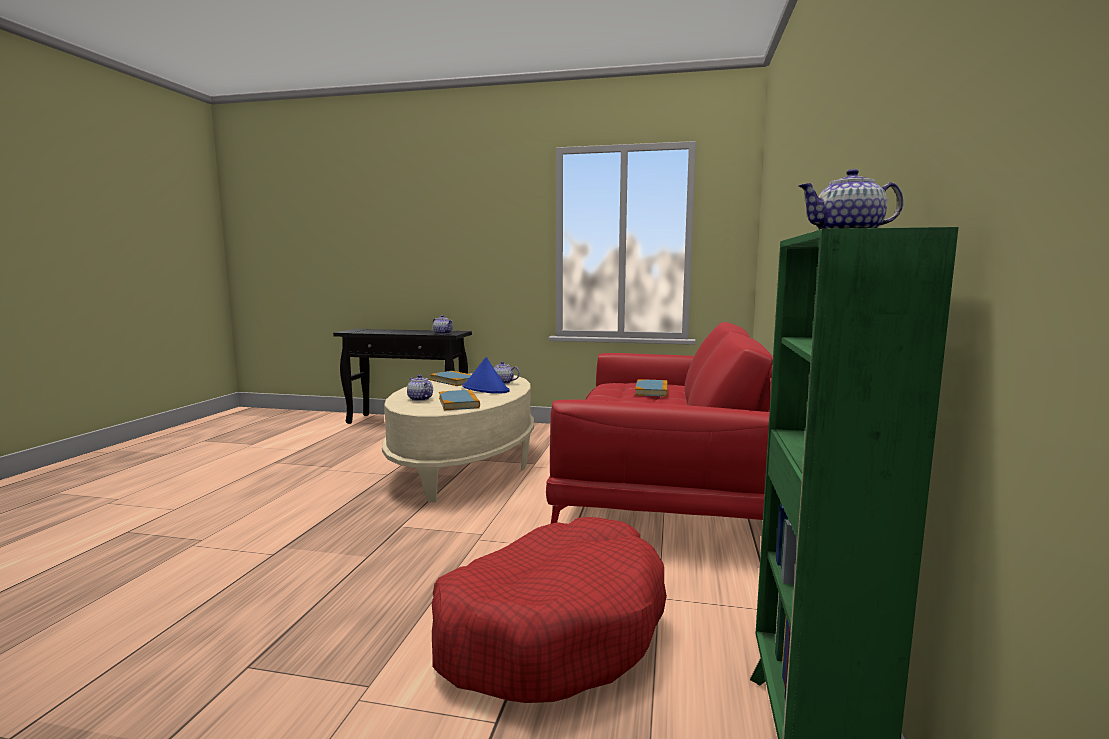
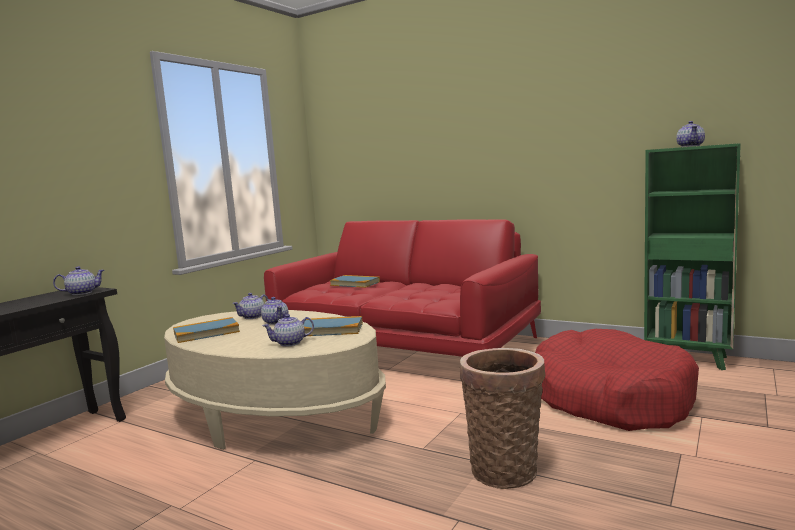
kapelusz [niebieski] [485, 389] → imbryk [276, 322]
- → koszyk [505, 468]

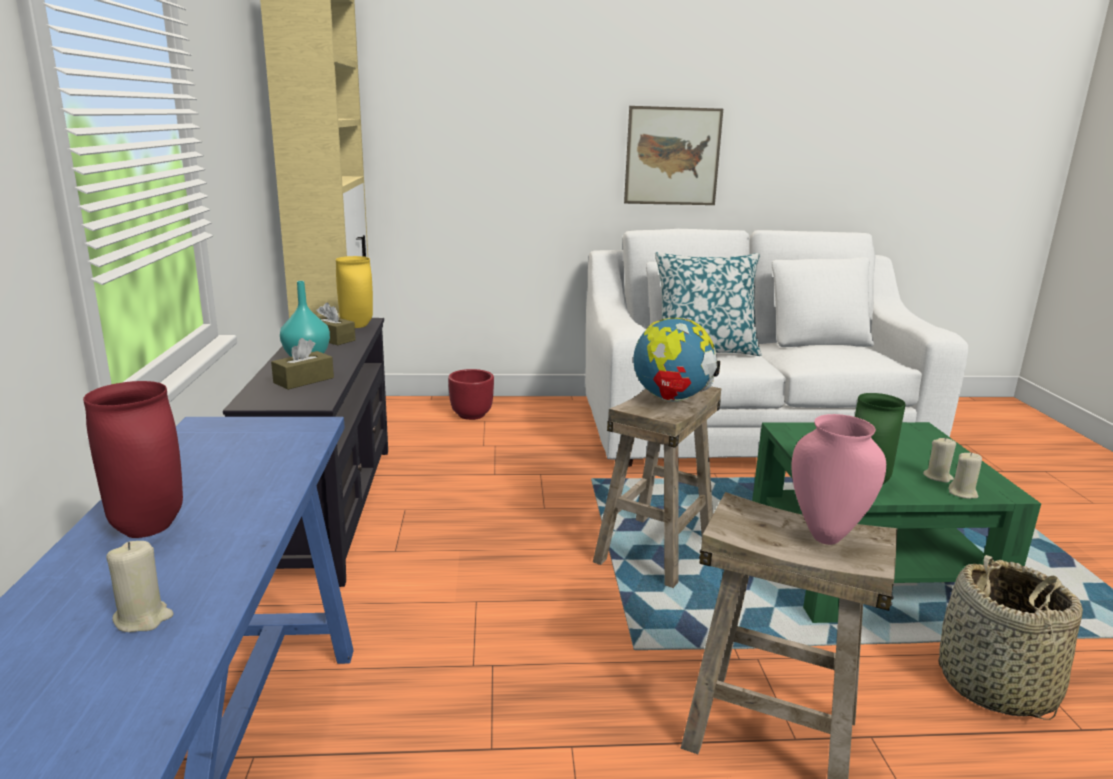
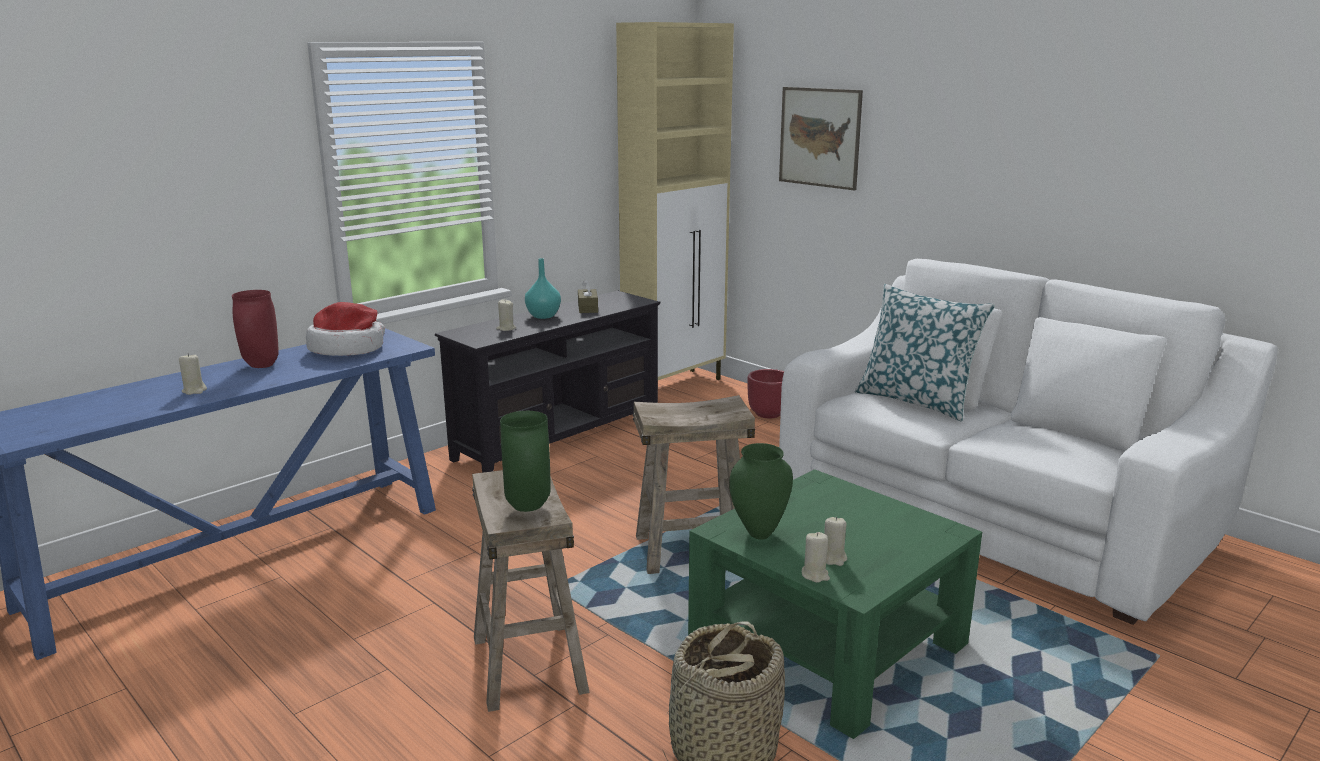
pudełko chusteczek [brązowy] [304, 380] → świeca [beżowy] [506, 328]
wazon [żółty] [358, 326] → -
obraz [672, 156] → obraz [819, 137], move
globus [671, 399] → -
wazon [różowy] [825, 537] → wazon [zielony] [526, 507]
- → kapelusz [348, 348]

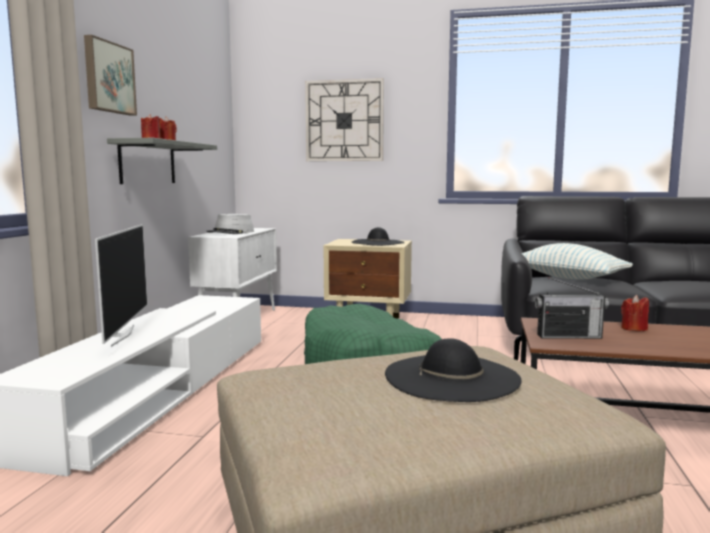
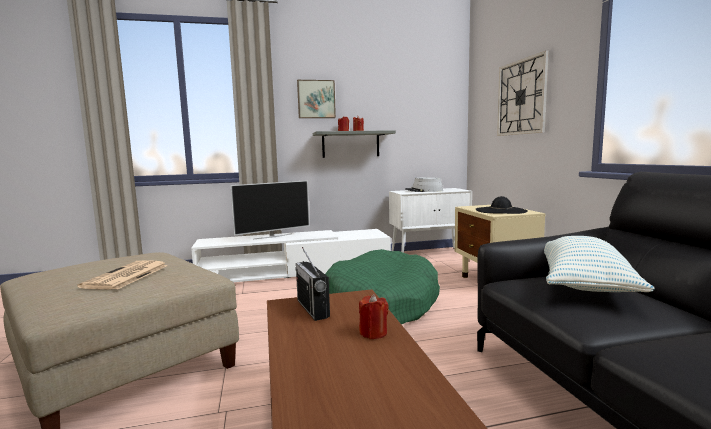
kapelusz [czarny] [451, 377] → gazeta [126, 276]

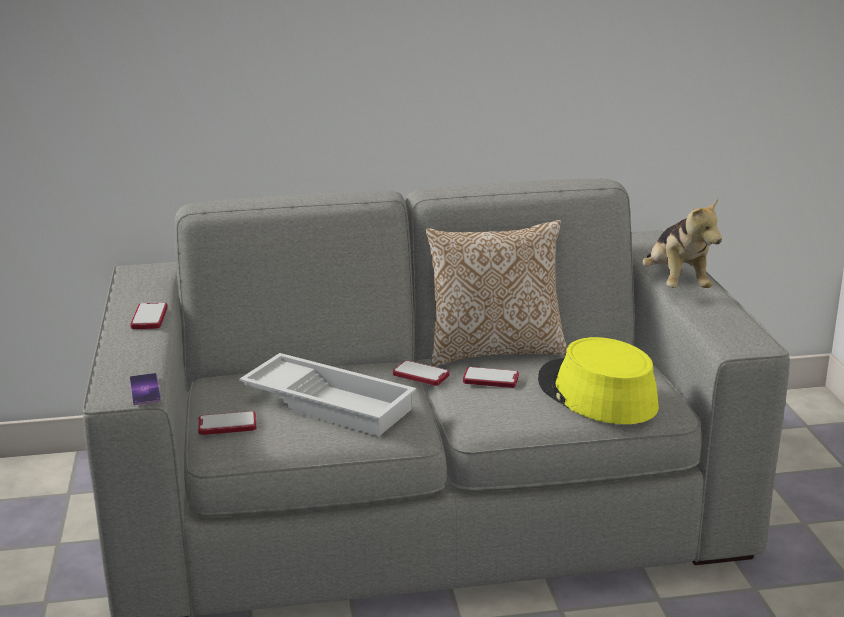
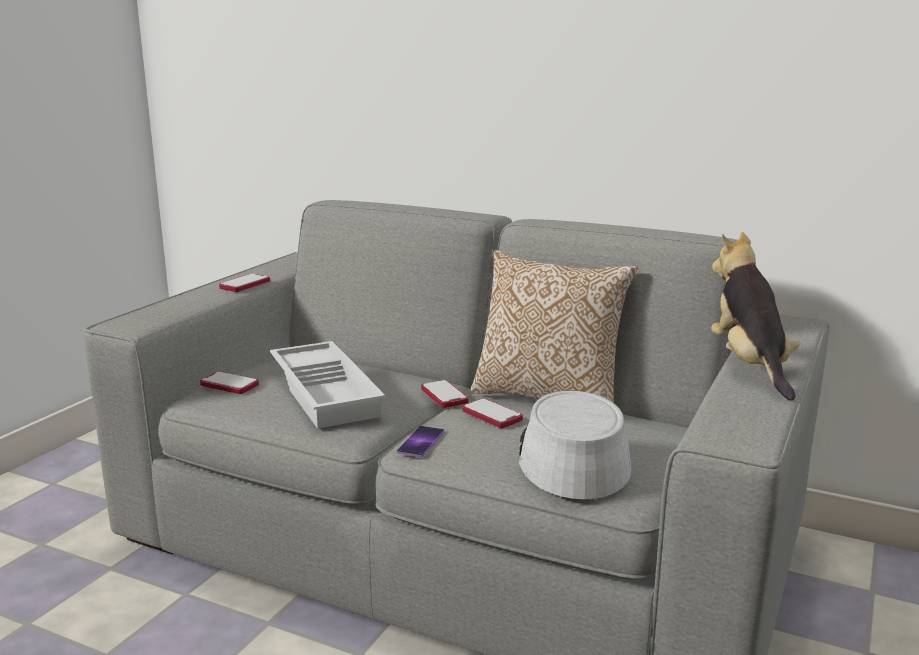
telefon [145, 389] → telefon [421, 442], move
kapelusz [żółty] [596, 394] → kapelusz [szary] [571, 458]
pluszak [676, 284] → pluszak [750, 366], 150 degrees clockwise

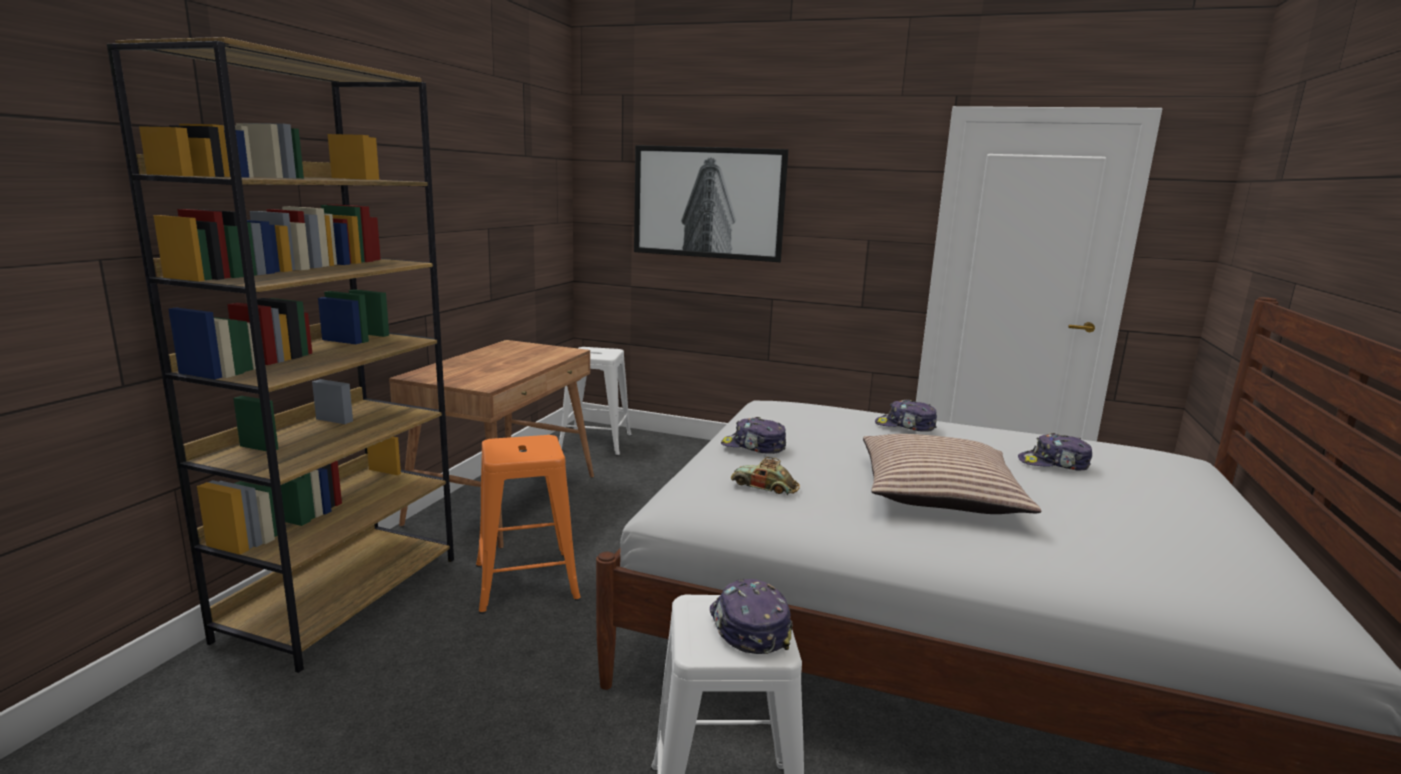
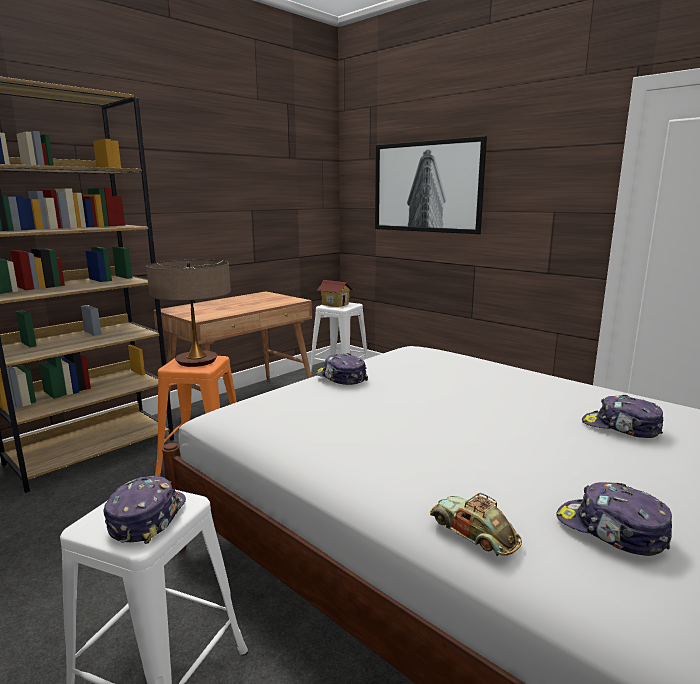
samochodzik [764, 486] → samochodzik [474, 532], move
poduszka [939, 492] → -
czapka z daszkiem [905, 426] → czapka z daszkiem [611, 530], move
- → lampa stołowa [196, 361]
- → domek [335, 304]

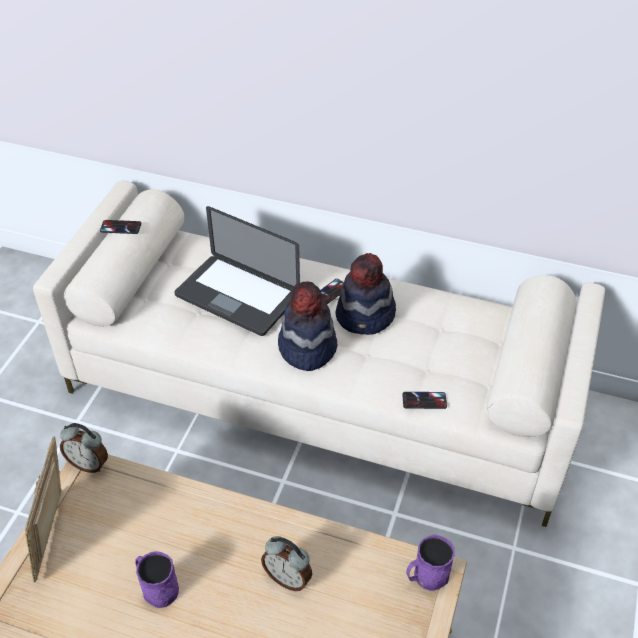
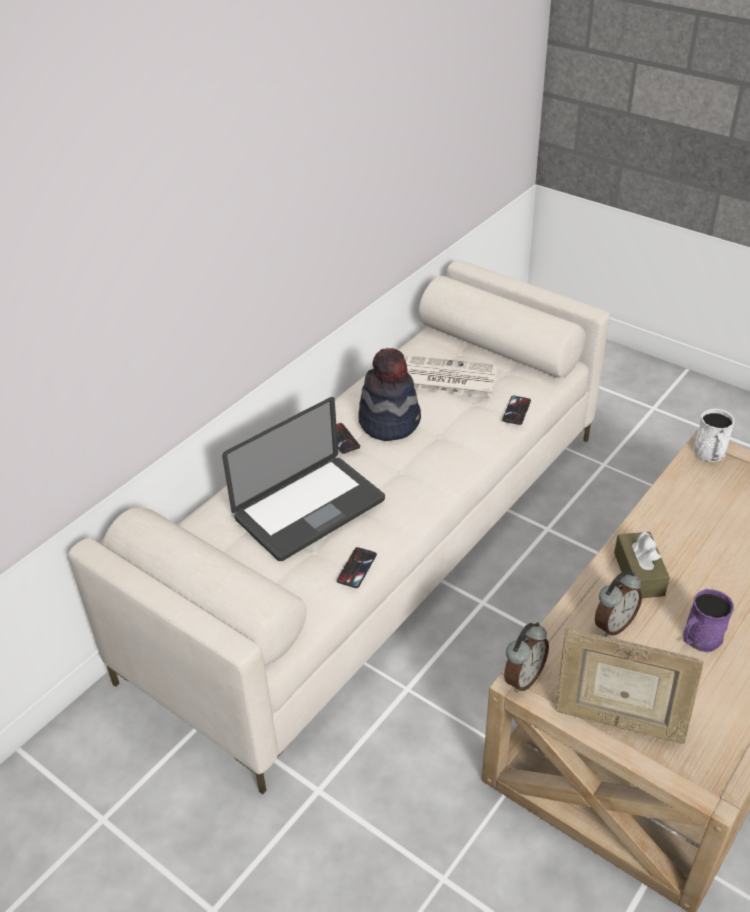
telefon [120, 227] → telefon [356, 568], move
budzik [288, 578] → budzik [613, 624], move
kapelusz [307, 348] → -
kubek [fioletowy] [426, 576] → kubek [biały] [711, 454]
- → gazeta [447, 378]
- → pudełko chusteczek [brązowy] [639, 574]

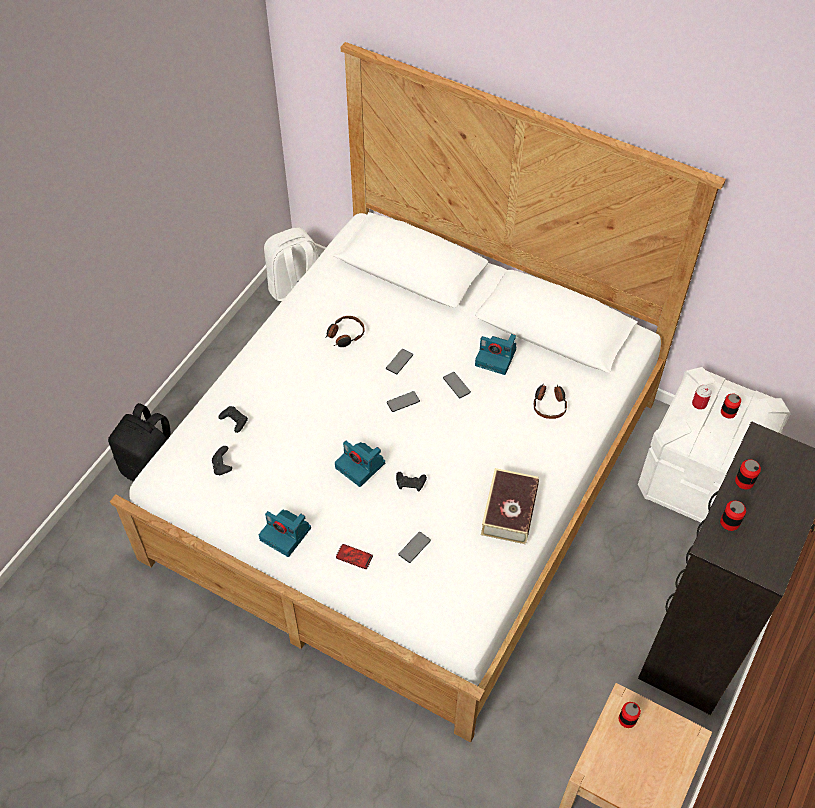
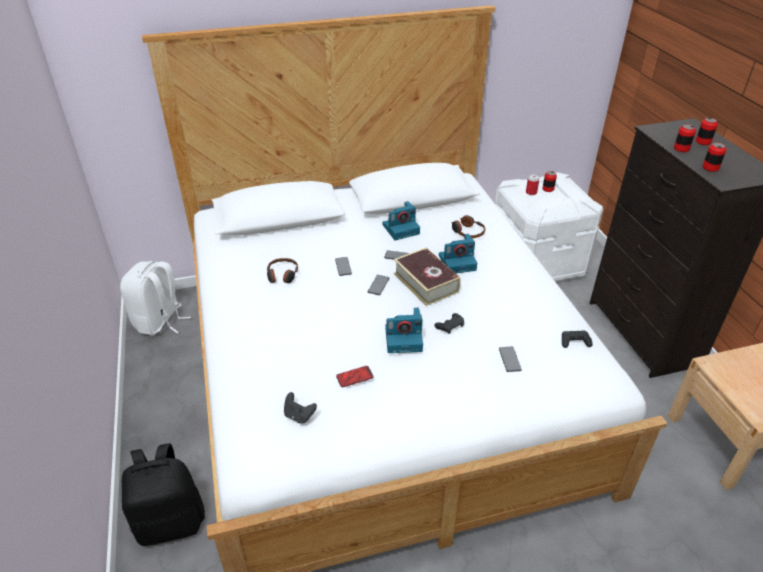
pad do gier [czarny] [234, 421] → pad do gier [czarny] [574, 342], move
aparat fotograficzny [286, 534] → aparat fotograficzny [458, 262], move
telefon [354, 557] → telefon [354, 377], move
książka [509, 511] → książka [426, 282], move
puszka [627, 719] → puszka [703, 142], move

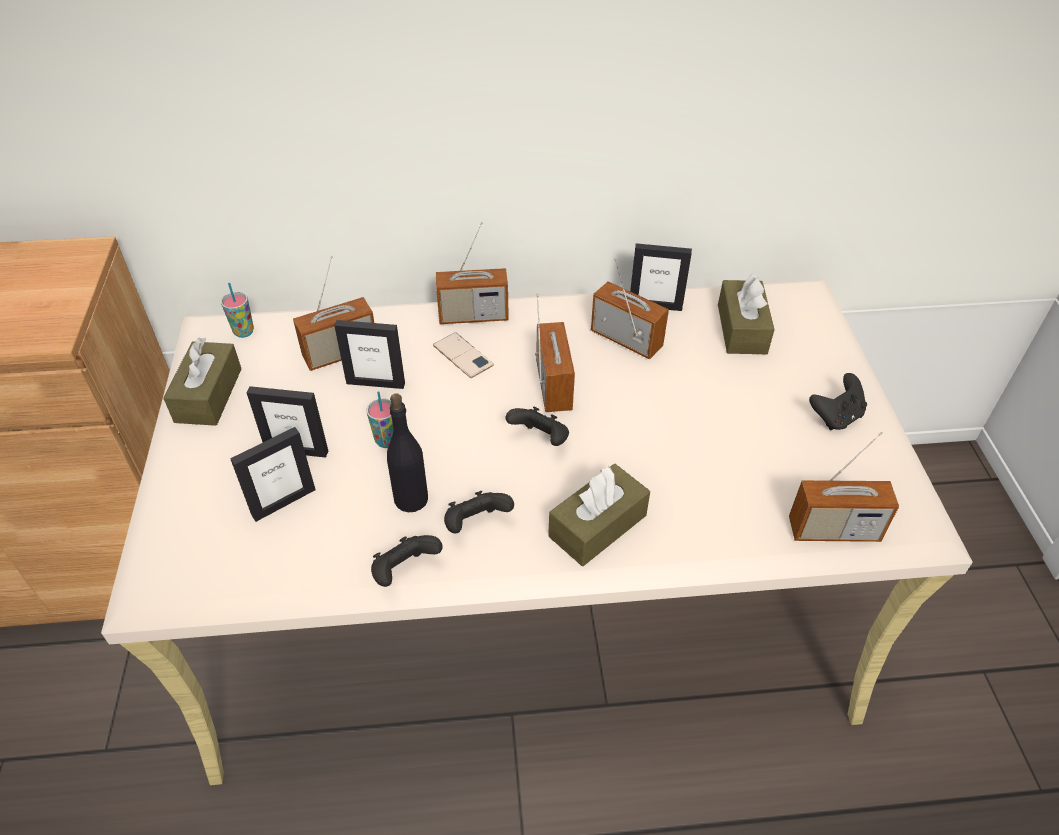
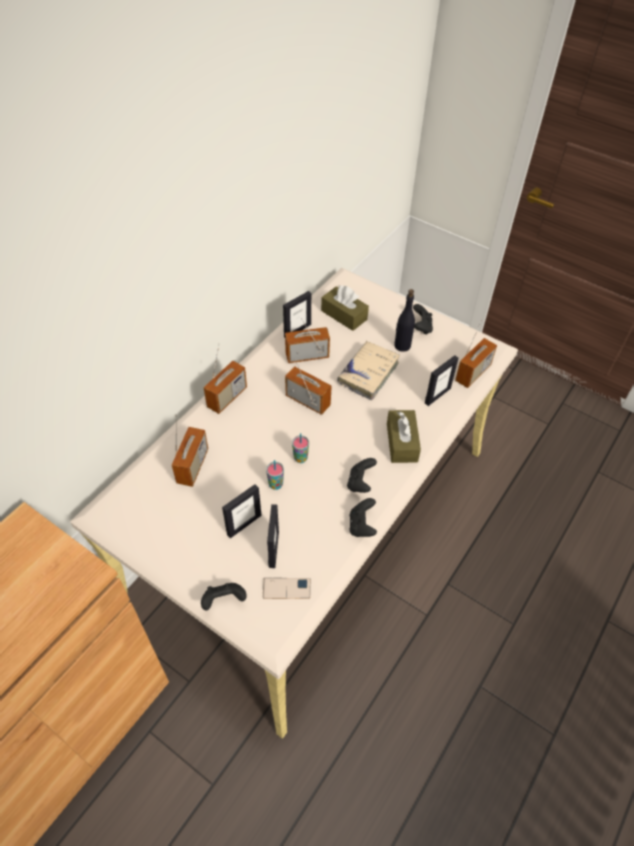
pudełko chusteczek [brązowy] [208, 395] → -
filiżanka [244, 332] → filiżanka [300, 458], move
ramka na zdjęcie [375, 383] → ramka na zdjęcie [437, 395], move
butelka [czarny] [410, 499] → butelka [czarny] [402, 345], move
telefon [463, 355] → telefon [286, 588], move
pad do gier [czarny] [540, 439] → pad do gier [czarny] [224, 601], move
- → książka [beżowy] [368, 374]

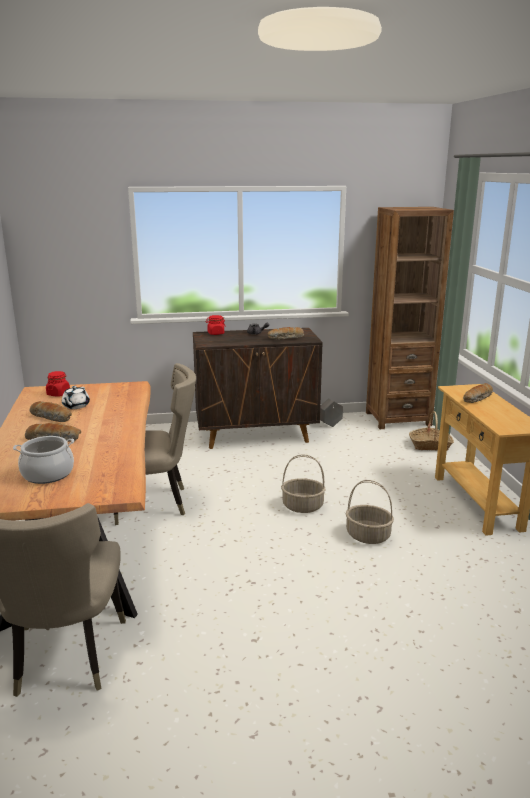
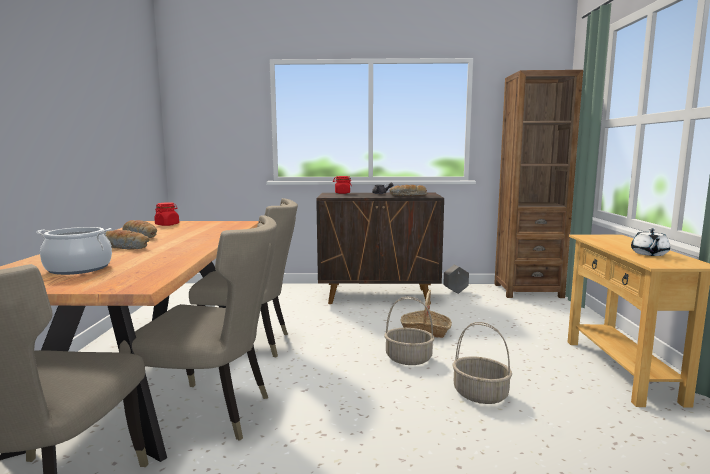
imbryk [biały] [75, 406] → imbryk [biały] [649, 254], move
koszyk [430, 445] → koszyk [425, 331], move
chleb [478, 398] → -
- → krzesło [beżowy] [214, 414]

